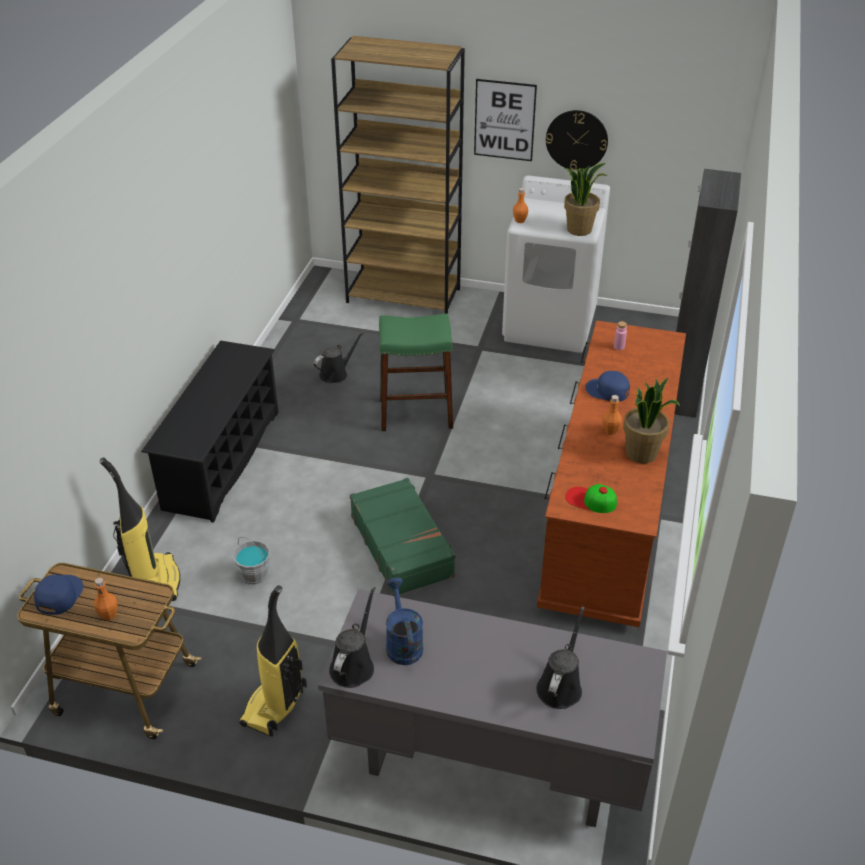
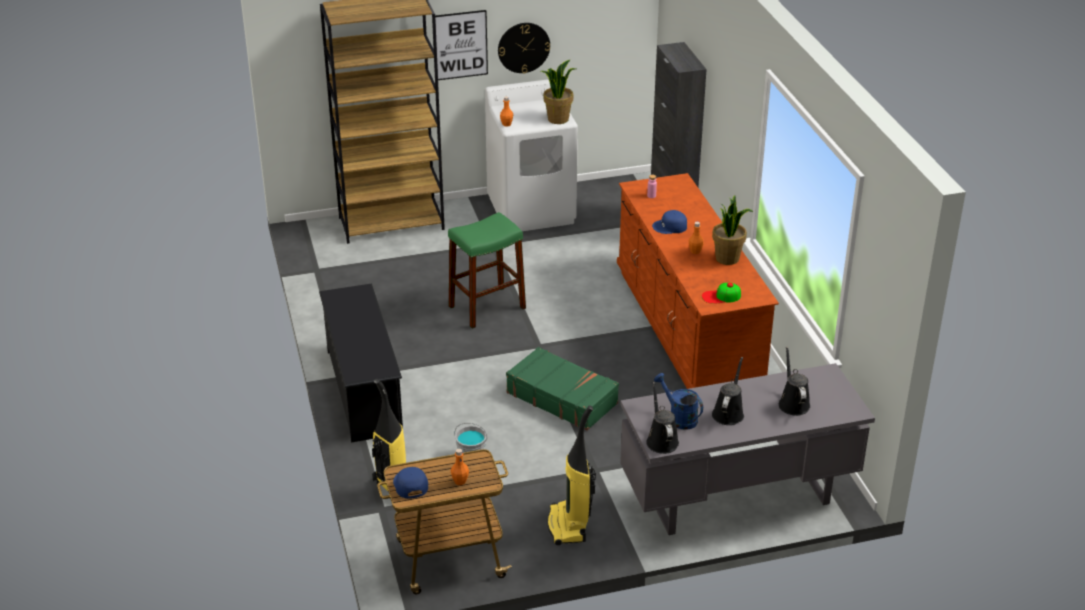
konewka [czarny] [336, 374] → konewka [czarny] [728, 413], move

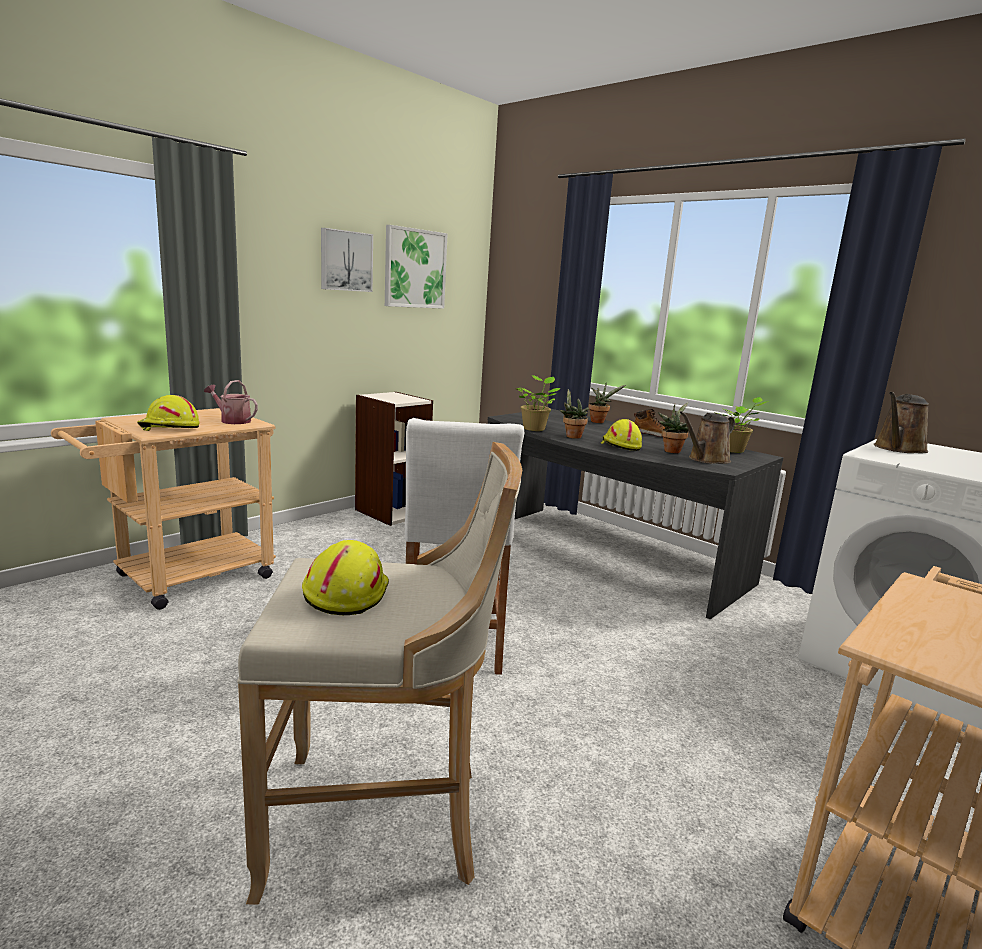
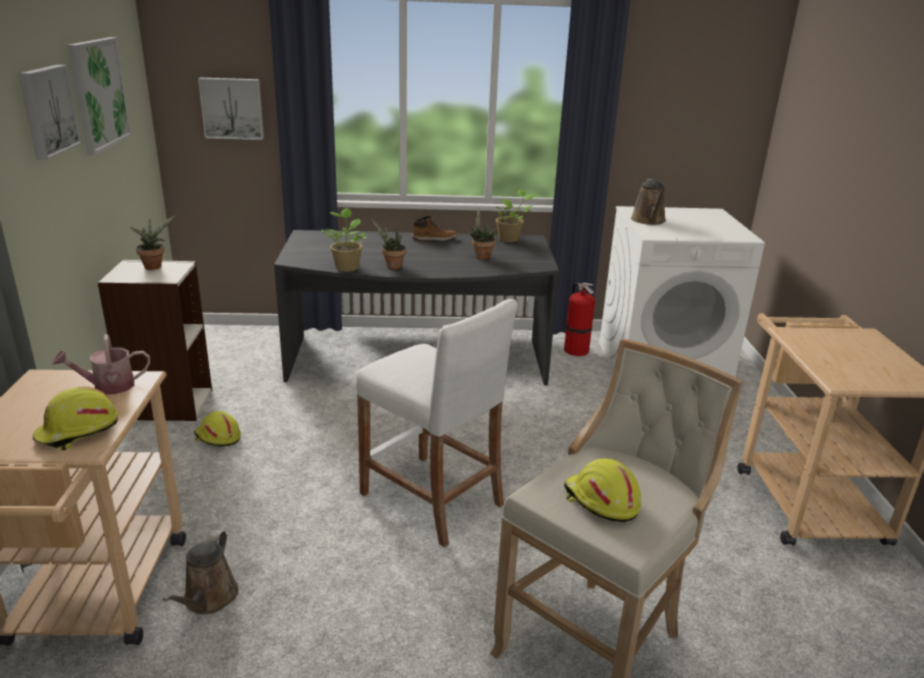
roślina doniczkowa [599, 421] → roślina doniczkowa [154, 266], move
kask [żółty] [620, 446] → kask [żółty] [217, 437], move
konewka [brązowy] [706, 460] → konewka [brązowy] [208, 599], move
- → obraz [232, 108]
- → gaśnica [575, 349]

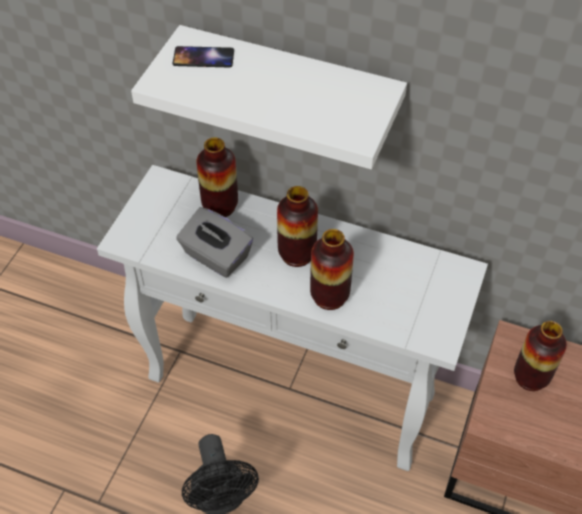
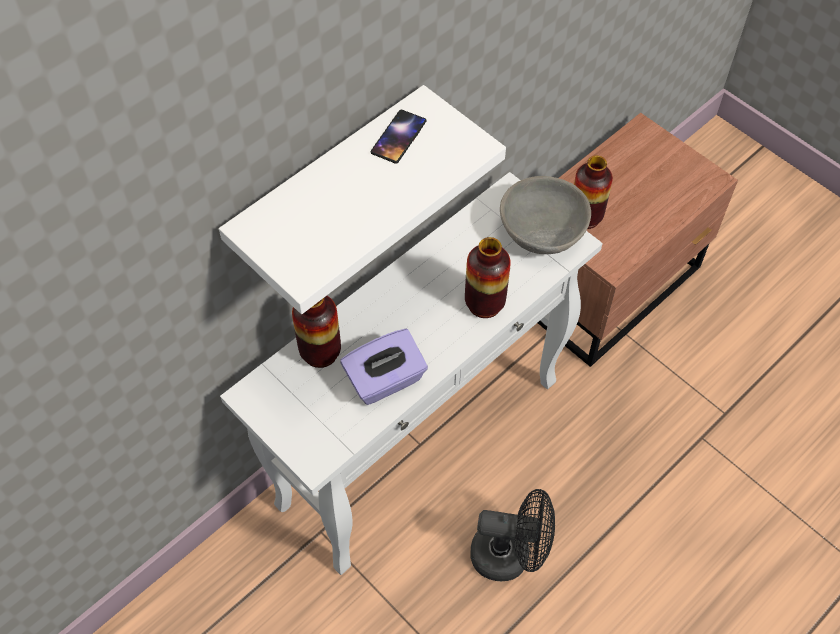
telefon [203, 58] → telefon [398, 137], move
pudełko chusteczek [szary] [215, 256] → pudełko chusteczek [fioletowy] [385, 380]
wazon [297, 254] → -
- → miska [szary] [542, 233]

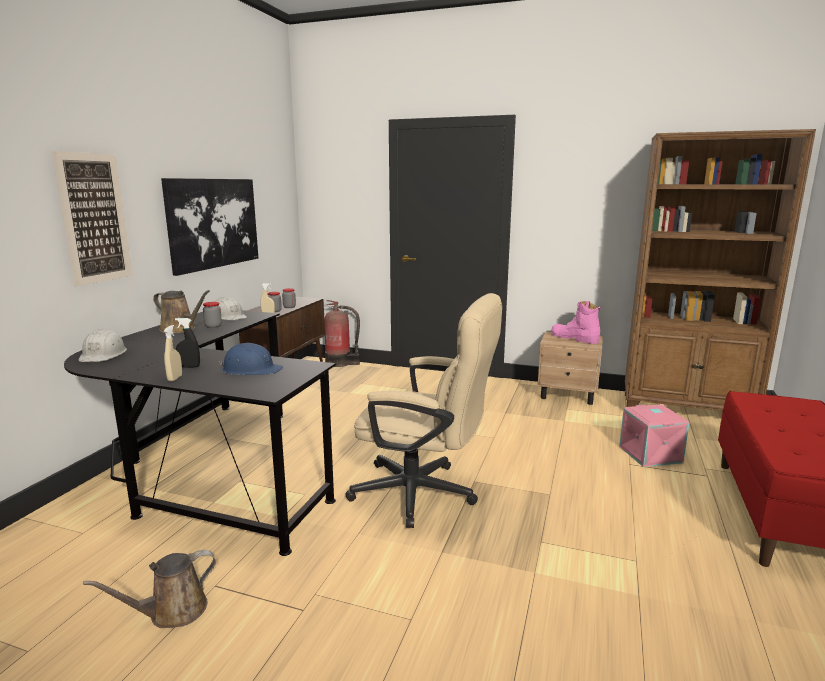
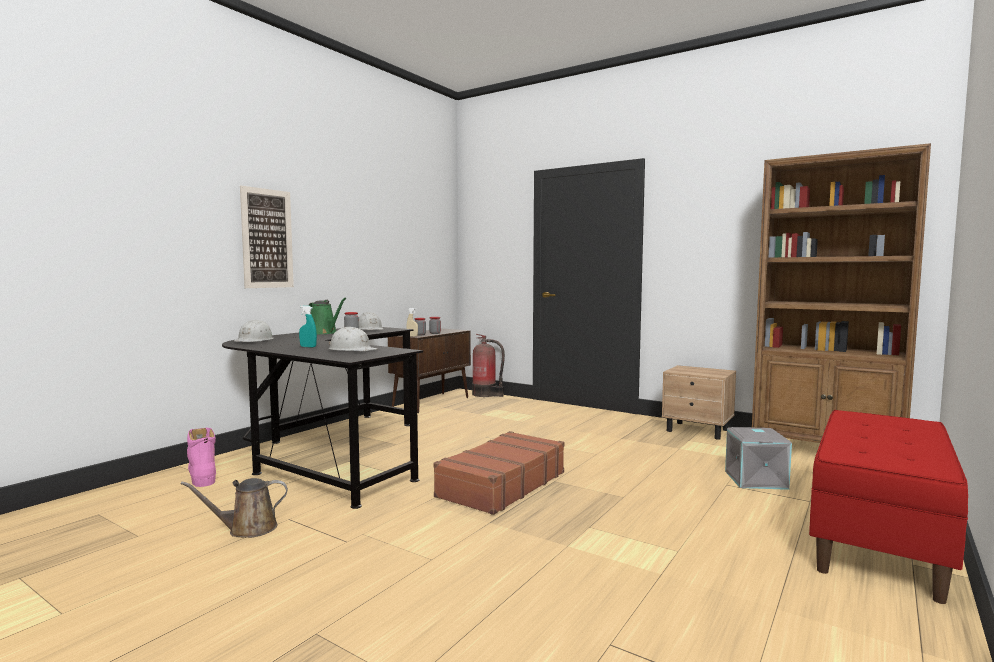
konewka [brązowy] [180, 329] → konewka [zielony] [324, 333]
obraz [213, 223] → -
spryskiwacz [beżowy] [175, 378] → -
spryskiwacz [czarny] [189, 367] → spryskiwacz [turkusowy] [308, 347]
kask [niebieski] [251, 370] → kask [biały] [352, 350]
krzesło biurowe [beżowy] [424, 494] → walizka [brązowy] [501, 485]
but z cholewką [różowy] [574, 338] → but z cholewką [różowy] [202, 476], move
pojemnik do przechowywania [różowy] [651, 454] → pojemnik do przechowywania [szary] [757, 480]

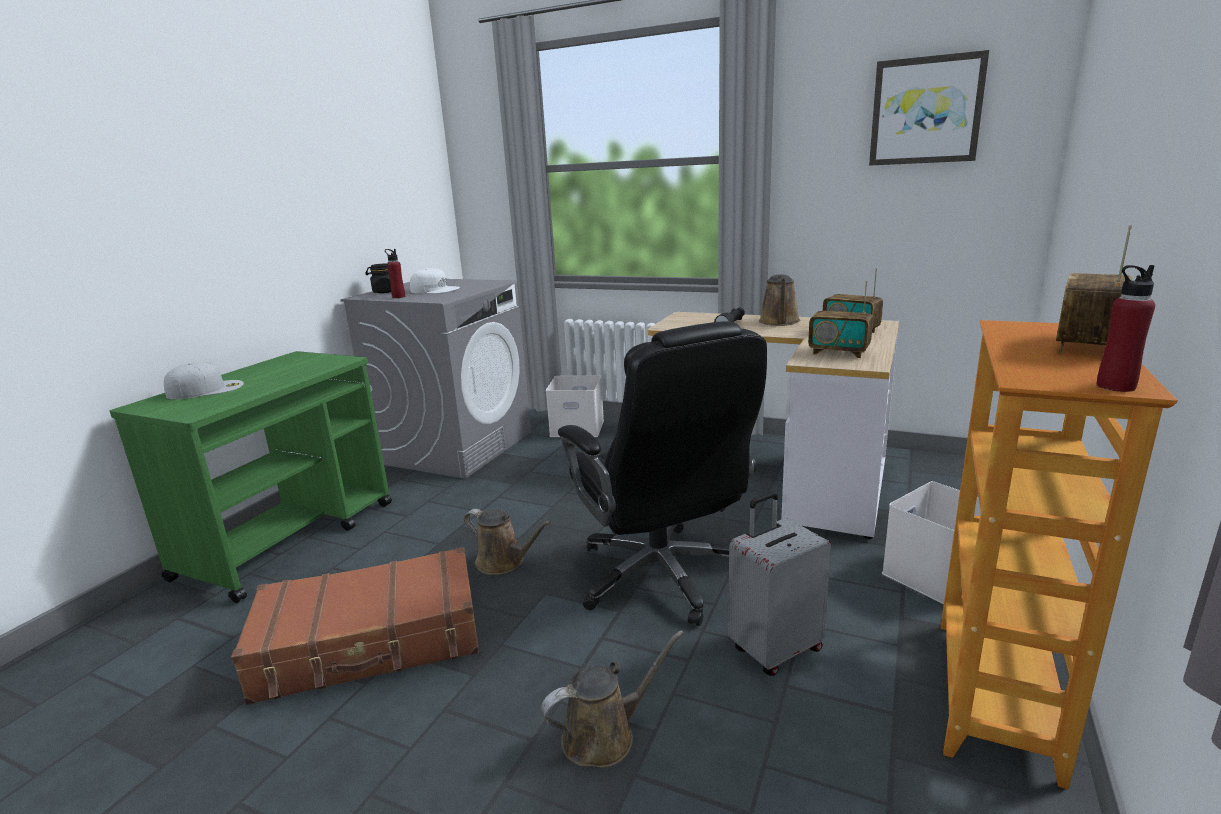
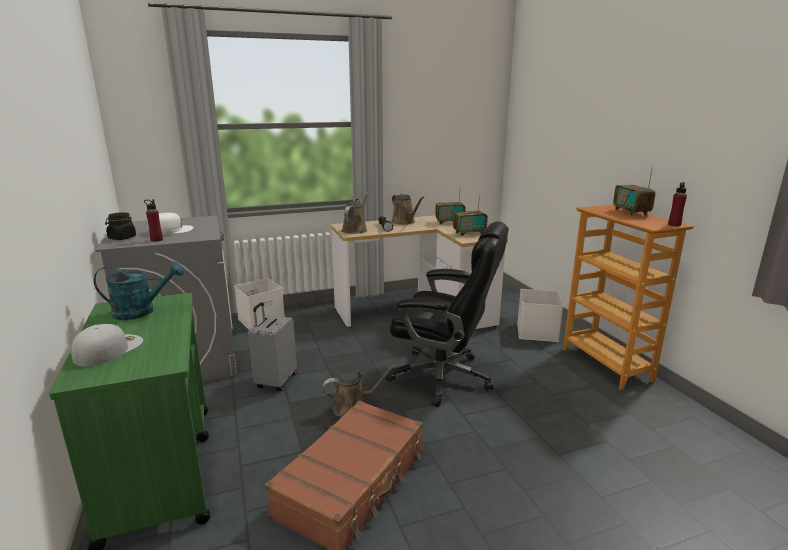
konewka [brązowy] [605, 736] → konewka [brązowy] [355, 230], move
walizka [szary] [774, 649] → walizka [szary] [275, 381], move
obraz [925, 111] → -
- → konewka [turkusowy] [141, 311]

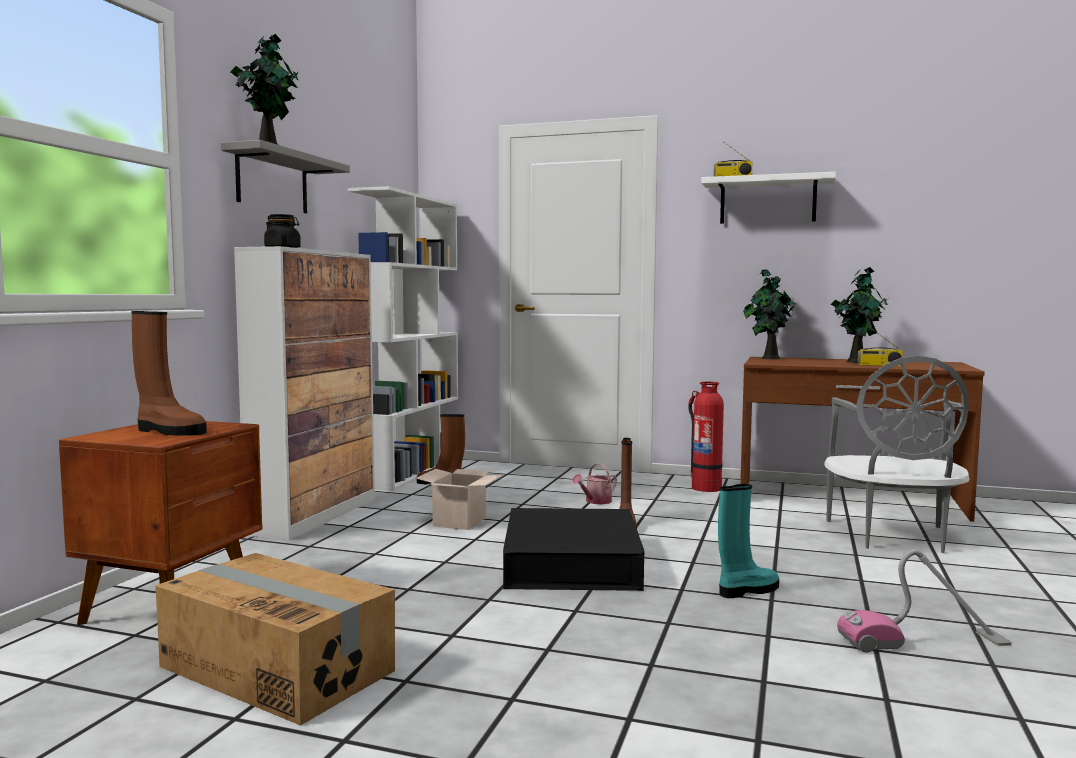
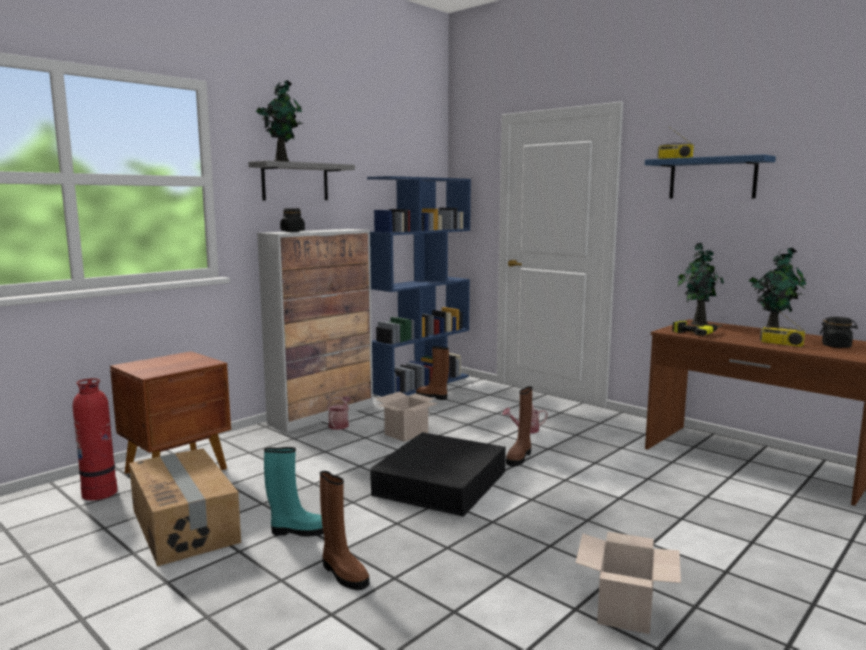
but z cholewką [brązowy] [169, 431] → but z cholewką [brązowy] [343, 573], move
regał [biały] [409, 472] → regał [niebieski] [421, 384]
gaśnica [706, 488] → gaśnica [100, 492], move
półka [biały] [767, 201] → półka [niebieski] [712, 178]
but z cholewką [turkusowy] [747, 590] → but z cholewką [turkusowy] [298, 531], move
krzesło [szary] [892, 537] → -
odkurzacz [923, 641] → karton [626, 612]
- → konewka [339, 424]
- → wiertarka [697, 331]
- → słoik [czarny] [836, 346]

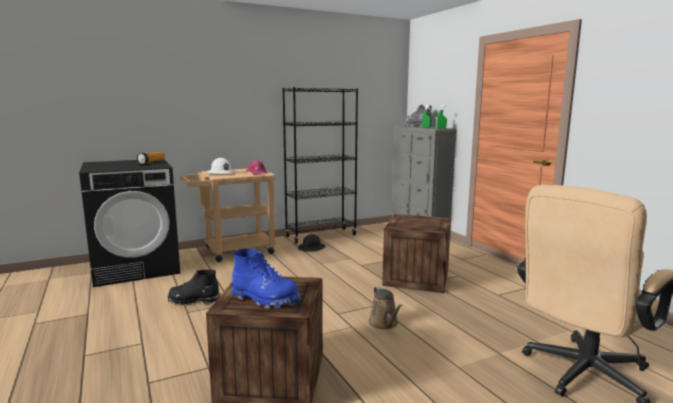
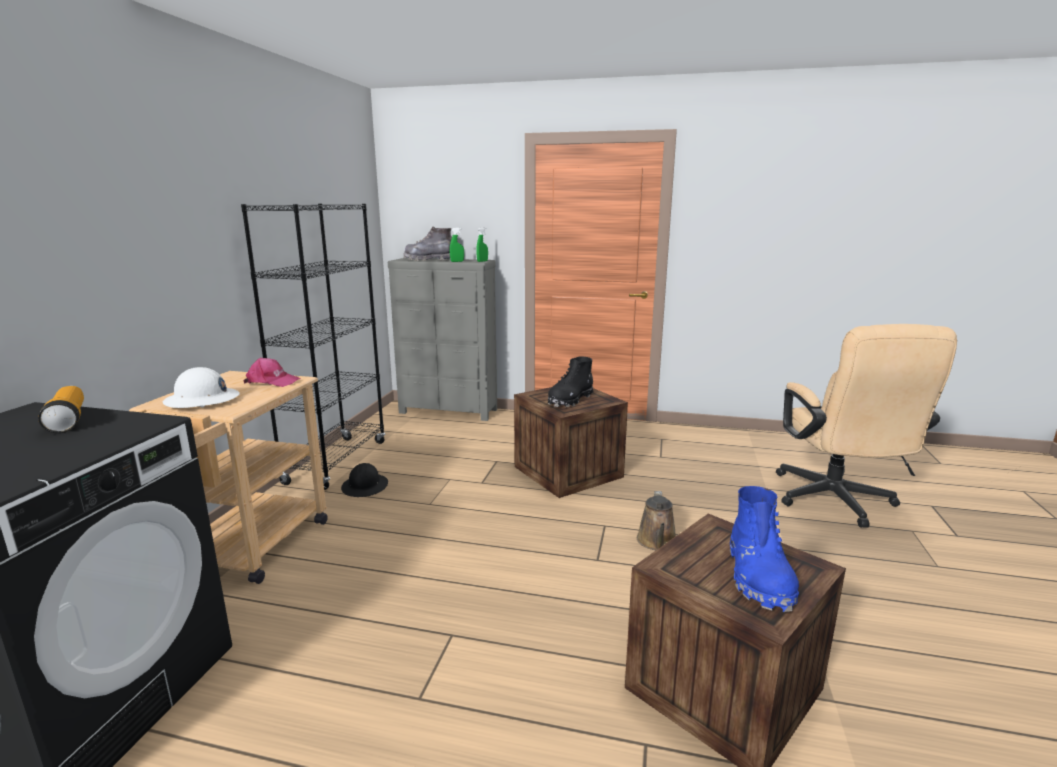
but z cholewką [czarny] [194, 301] → but z cholewką [czarny] [570, 400], move
but z cholewką [niebieski] [265, 299] → but z cholewką [niebieski] [758, 577], 120 degrees clockwise
konewka [brązowy] [384, 323] → konewka [brązowy] [657, 542], 75 degrees clockwise

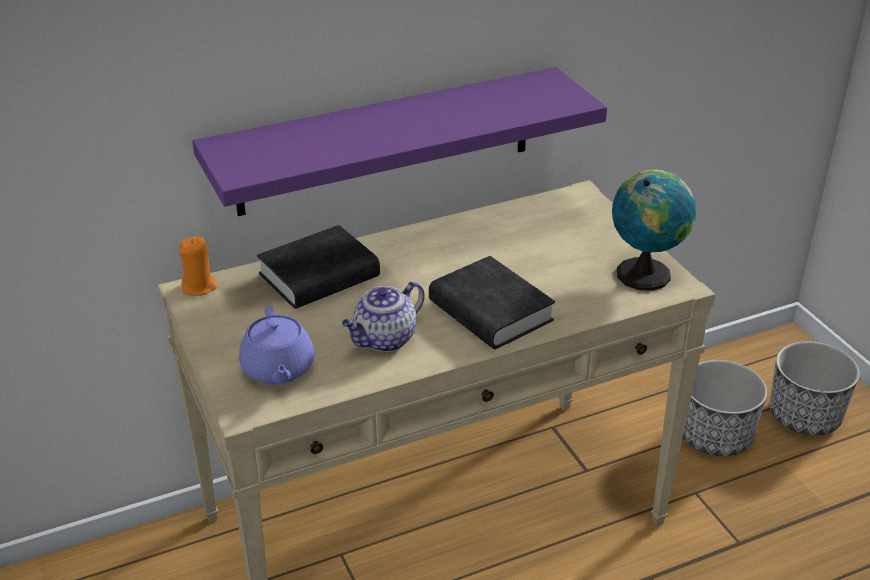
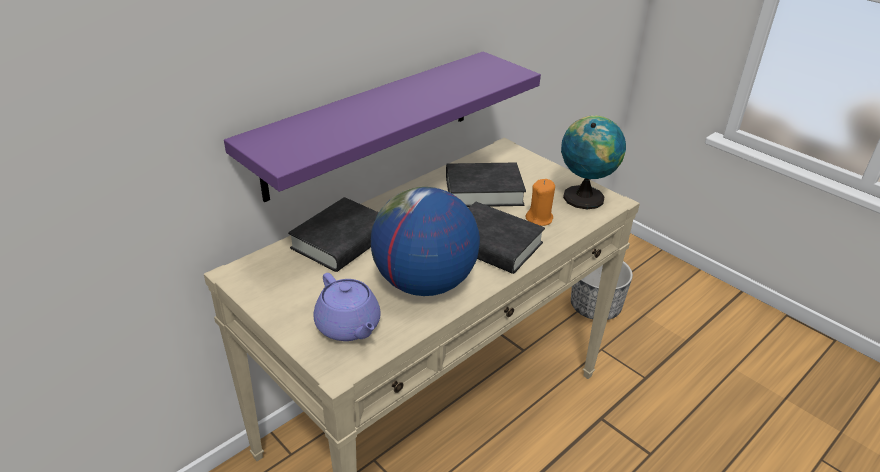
świeca [pomarańczowy] [199, 287] → świeca [pomarańczowy] [539, 219], move
imbryk [384, 340] → globus [423, 283]
donica [805, 416] → -
- → książka [czarny] [483, 190]

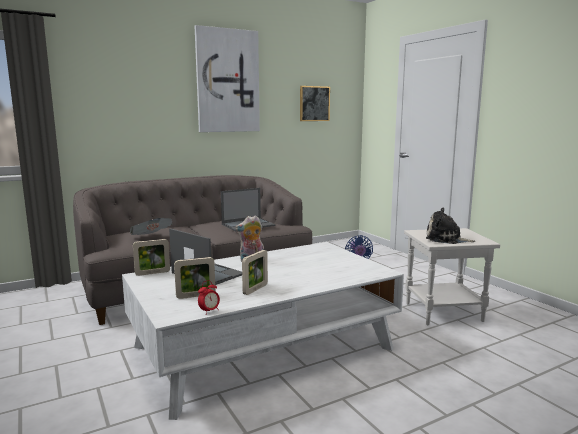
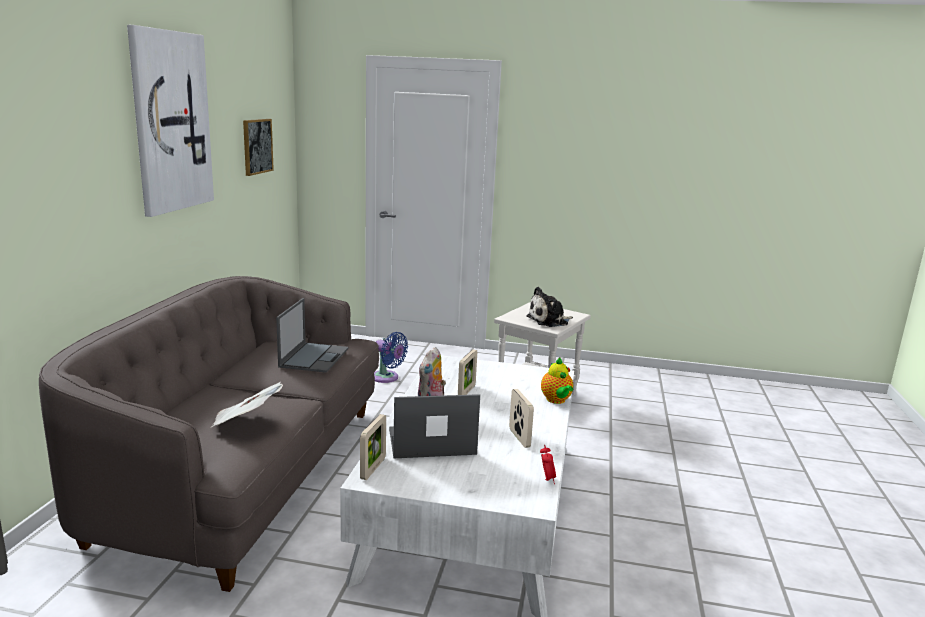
ramka na zdjęcie [196, 296] → ramka na zdjęcie [466, 392], move
- → imbryk [556, 400]

